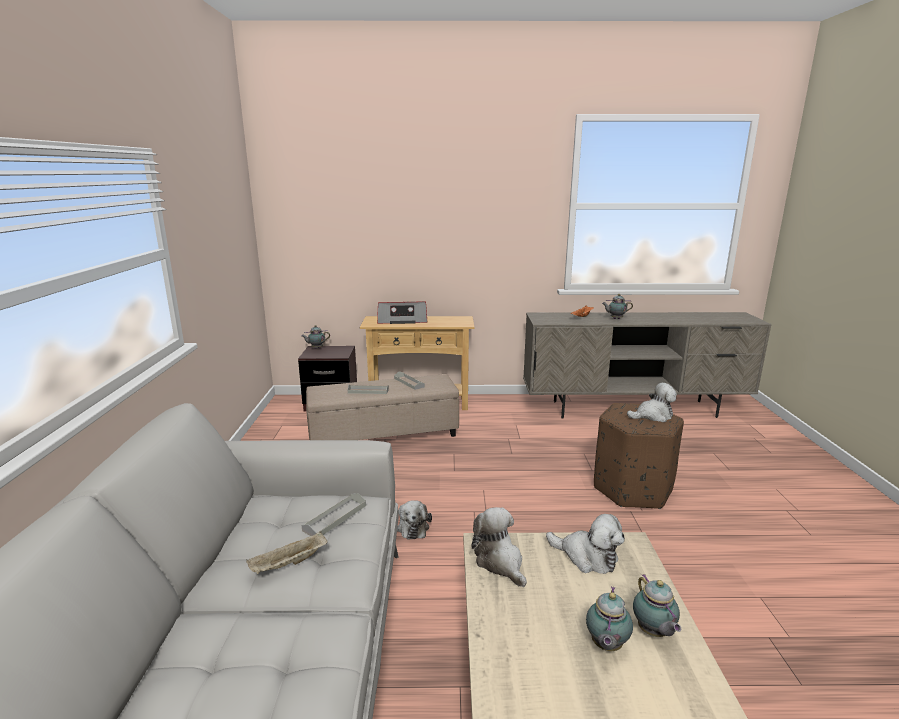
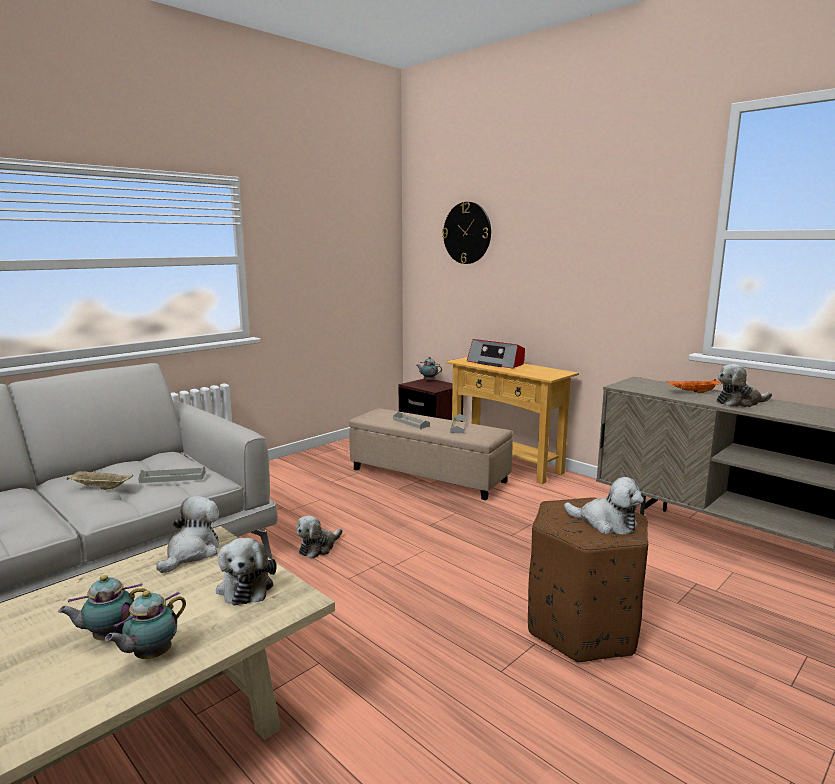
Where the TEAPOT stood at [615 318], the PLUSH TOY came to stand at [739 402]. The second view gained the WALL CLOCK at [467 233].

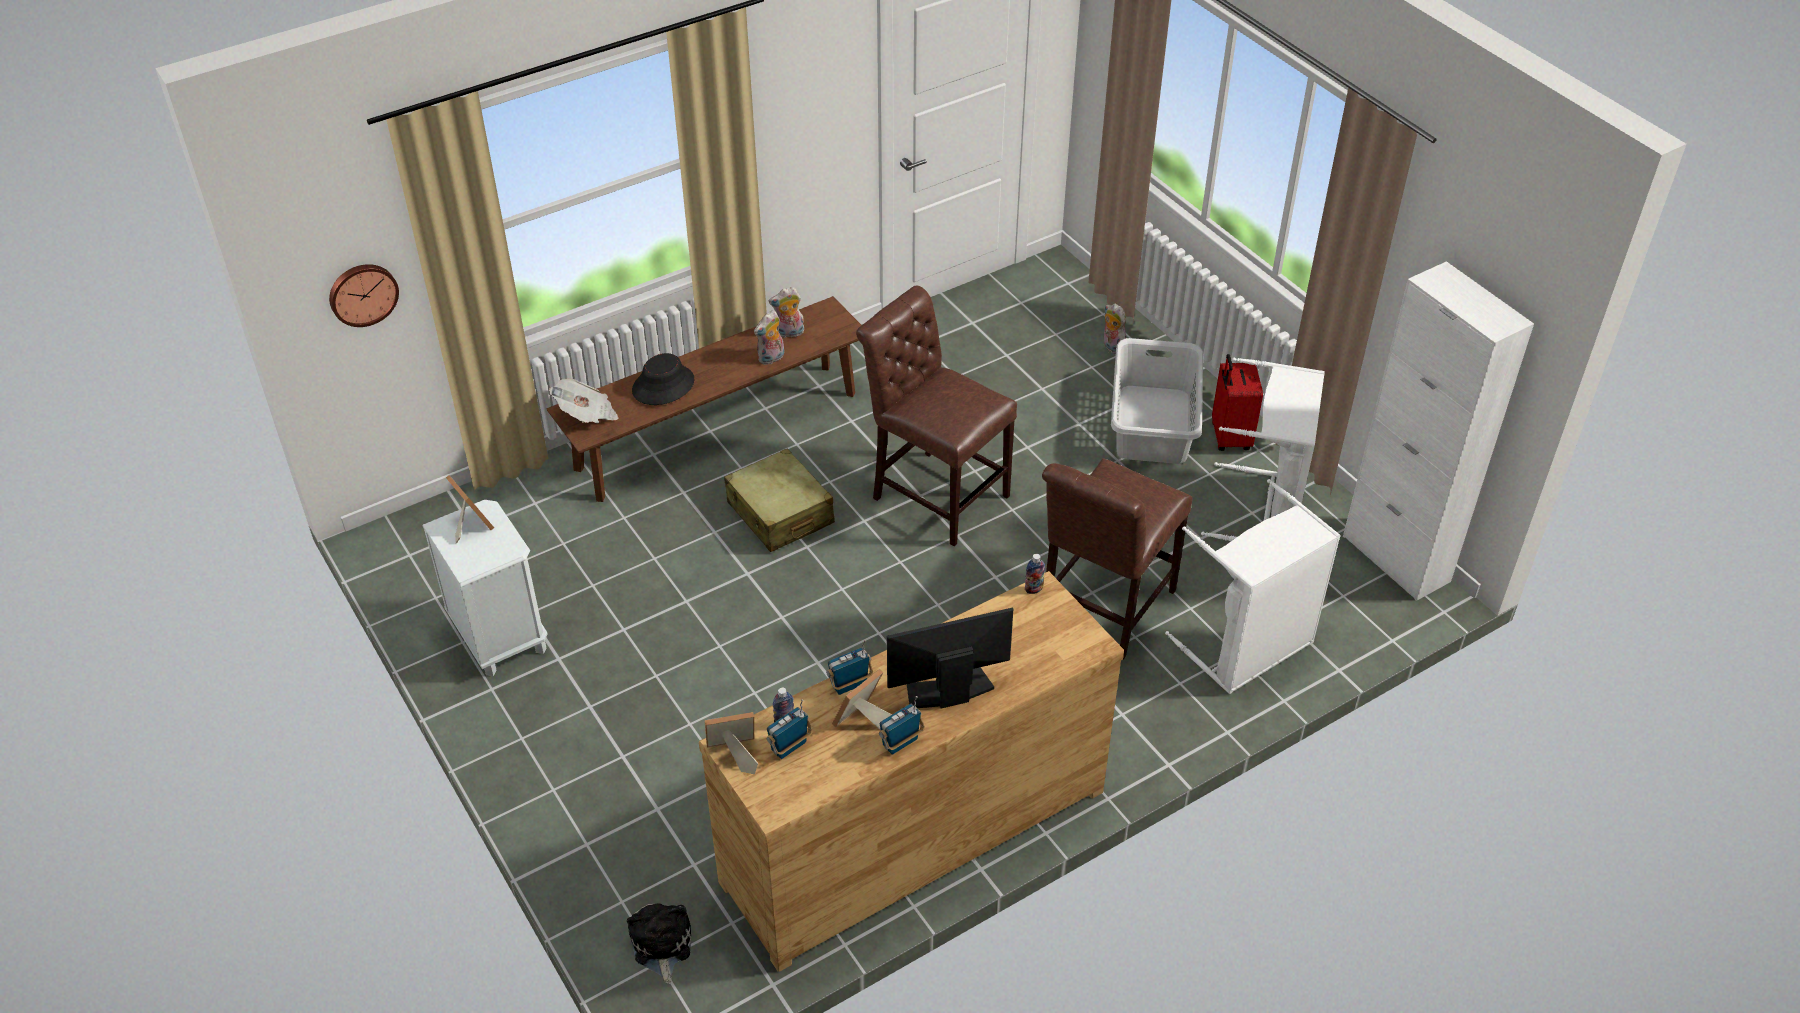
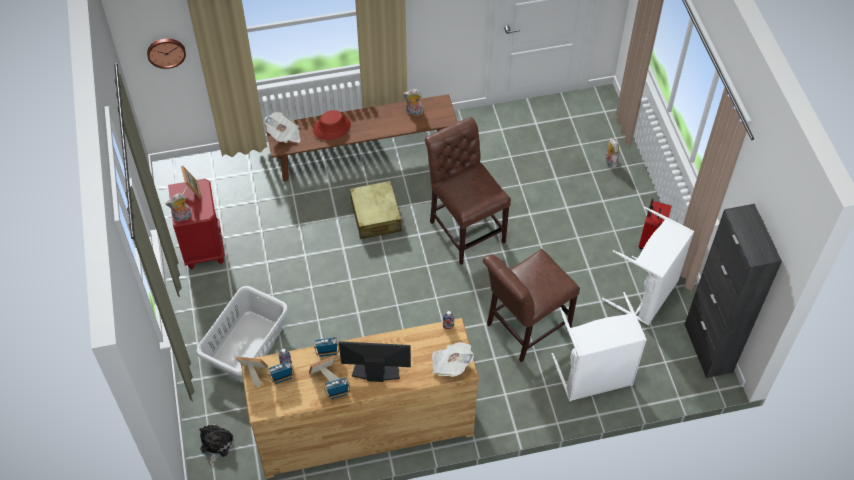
What was the WHITE NIGHTSTAND at [499 636] turned into the RED NIGHTSTAND at [203 247]. What was the BLACK HAT at [663 385] turned into the RED HAT at [331 127]. The PLUSH TOY ended up elsewhere, having gone from [771 358] to [182 217]. The GREY LAUNDRY BASKET ended up elsewhere, having gone from [1152 425] to [245 345]. What was the WHITE CABINET at [1396 559] turned into the BLACK CABINET at [708 348]. The second view gained the NEWSPAPER at [450 364].

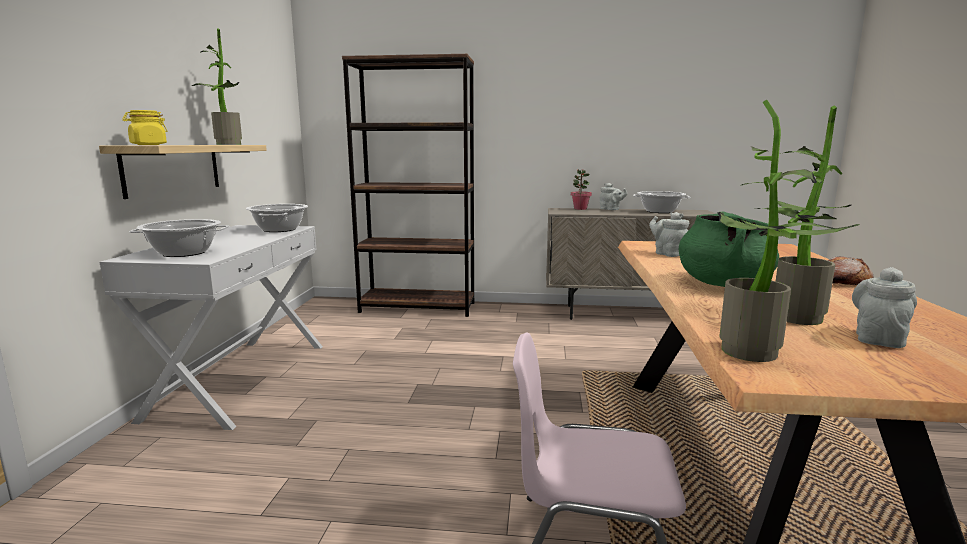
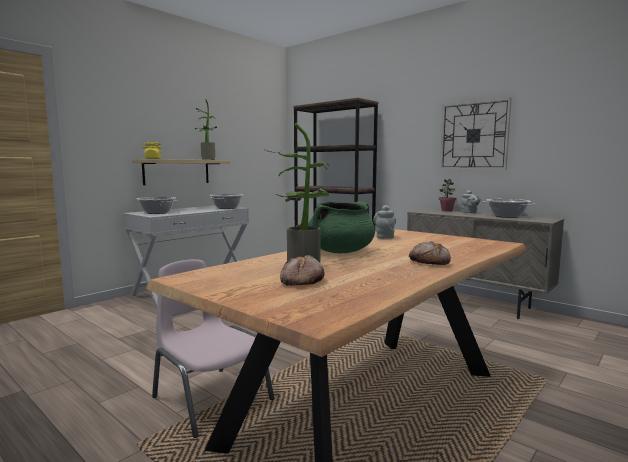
The second view lost the POTTED PLANT at [758 352]. Where the GREY TEAPOT stood at [878 338], the BREAD came to stand at [301 281]. The second view gained the WALL CLOCK at [473 135].

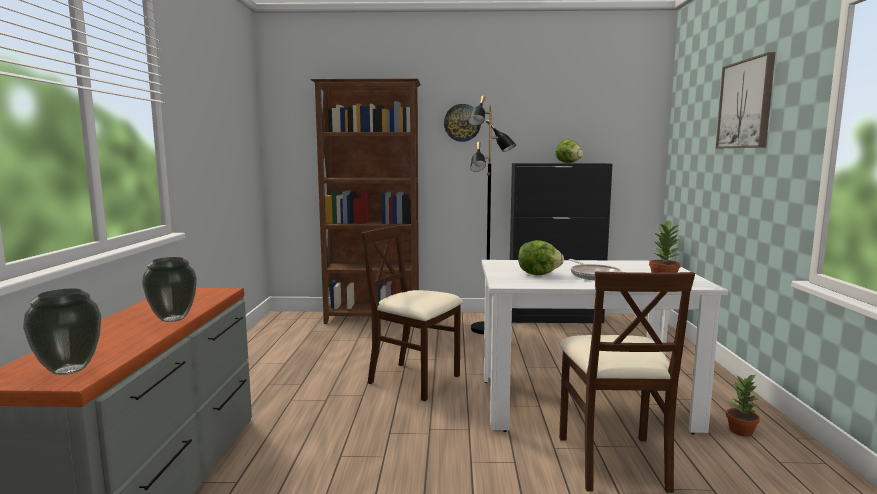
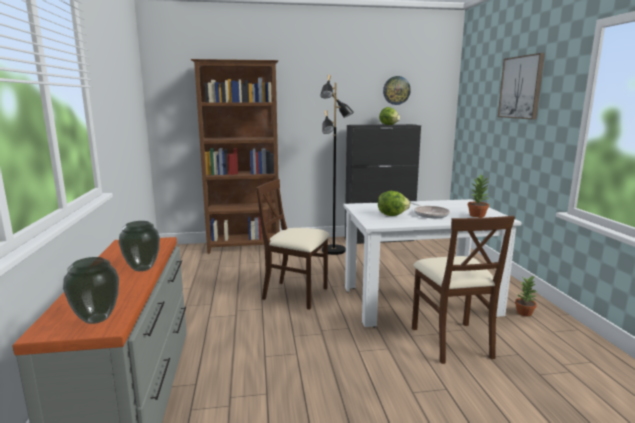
The WALL CLOCK ended up elsewhere, having gone from [462 123] to [396 90].

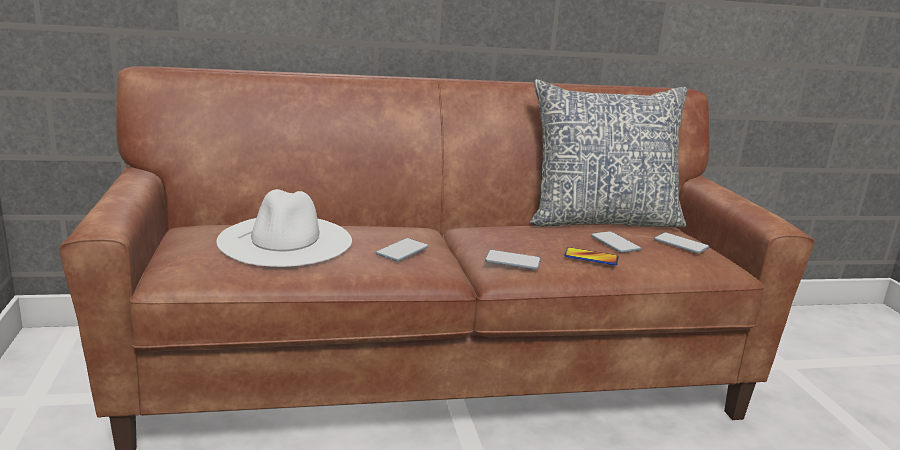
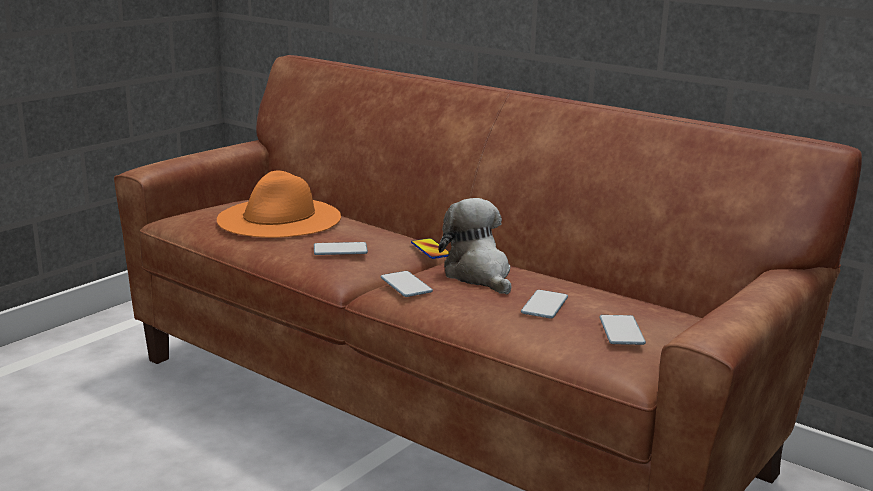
What was the WHITE HAT at [286 240] turned into the ORANGE HAT at [279 218]. The second view lost the PILLOW at [601 220]. The PHONE ended up elsewhere, having gone from [591 257] to [431 249]. The second view gained the PLUSH TOY at [479 275].

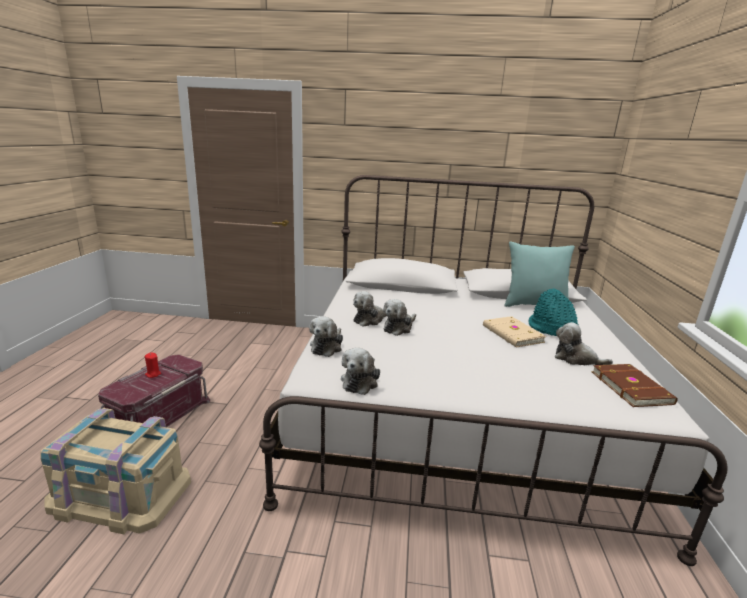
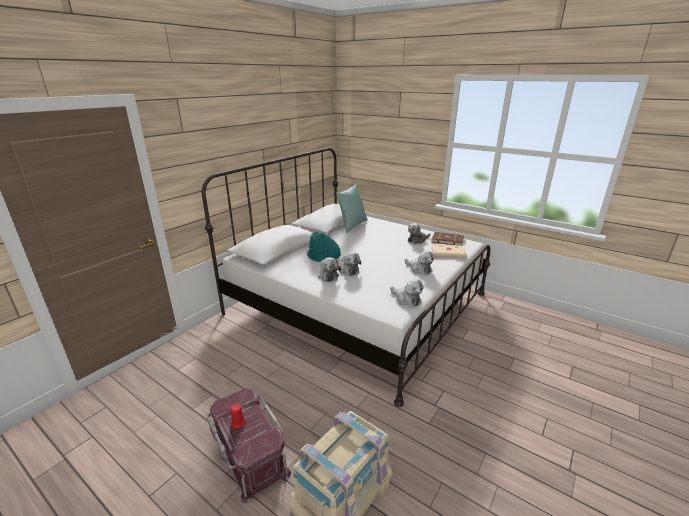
The PLUSH TOY ended up elsewhere, having gone from [327 347] to [419 269]. The BEIGE BOOK ended up elsewhere, having gone from [512 334] to [448 253]. The TURQUOISE HAT ended up elsewhere, having gone from [550 328] to [323 257].

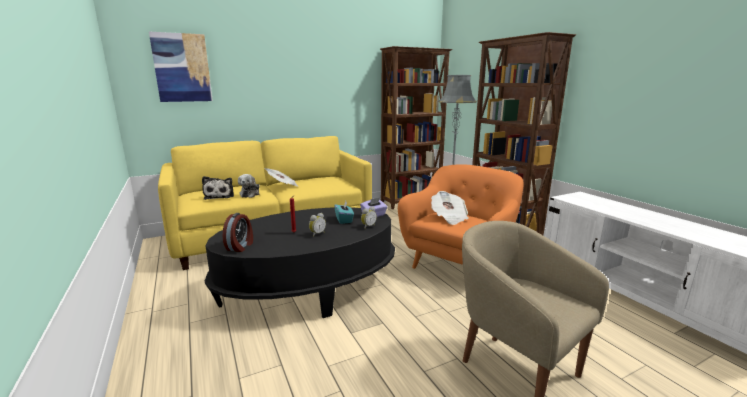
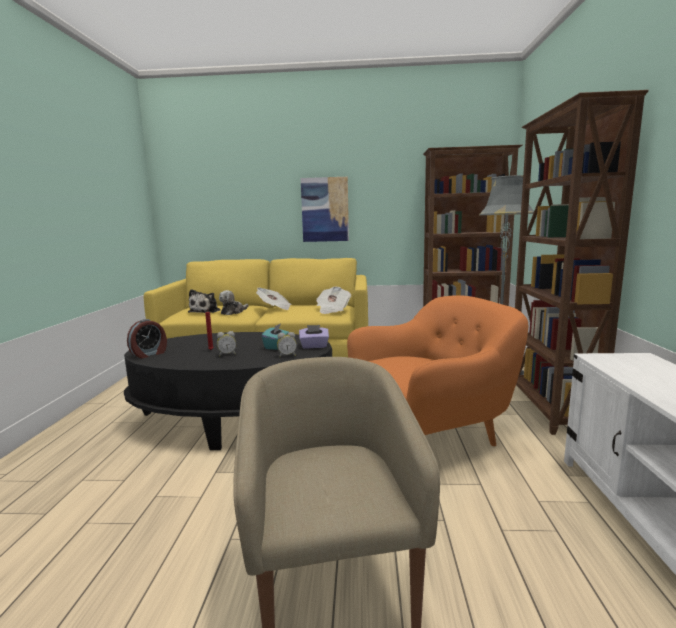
The PICTURE ended up elsewhere, having gone from [182 68] to [325 209]. The NEWSPAPER ended up elsewhere, having gone from [449 217] to [332 310].

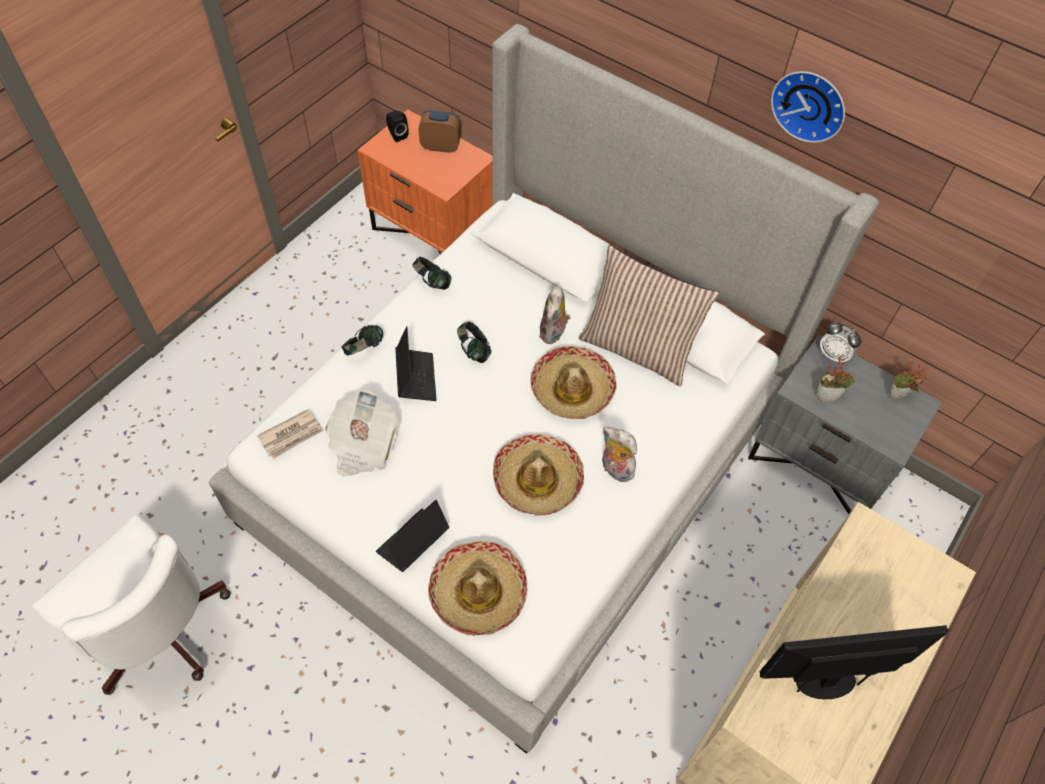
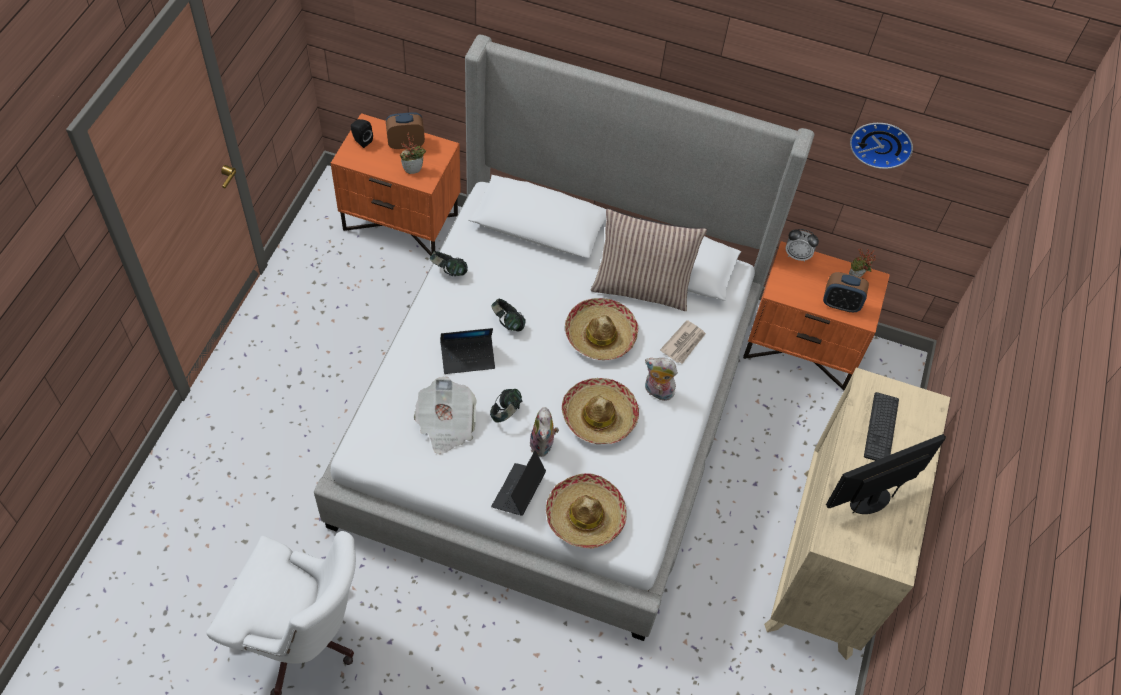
The NEWSPAPER ended up elsewhere, having gone from [291 435] to [684 343]. The HEADPHONES ended up elsewhere, having gone from [364 349] to [506 412]. The LAPTOP at [416 378] ended up facing another way, 105 degrees clockwise from before. The PLUSH TOY ended up elsewhere, having gone from [553 333] to [543 445]. What was the GREY NIGHTSTAND at [819 463] turned into the ORANGE NIGHTSTAND at [801 348]. The WALL CLOCK ended up elsewhere, having gone from [810 104] to [882 142]. The POTTED PLANT ended up elsewhere, having gone from [827 396] to [413 169]. The second view gained the ALARM CLOCK at [840 304]. The second view gained the KEYBOARD at [881 428].

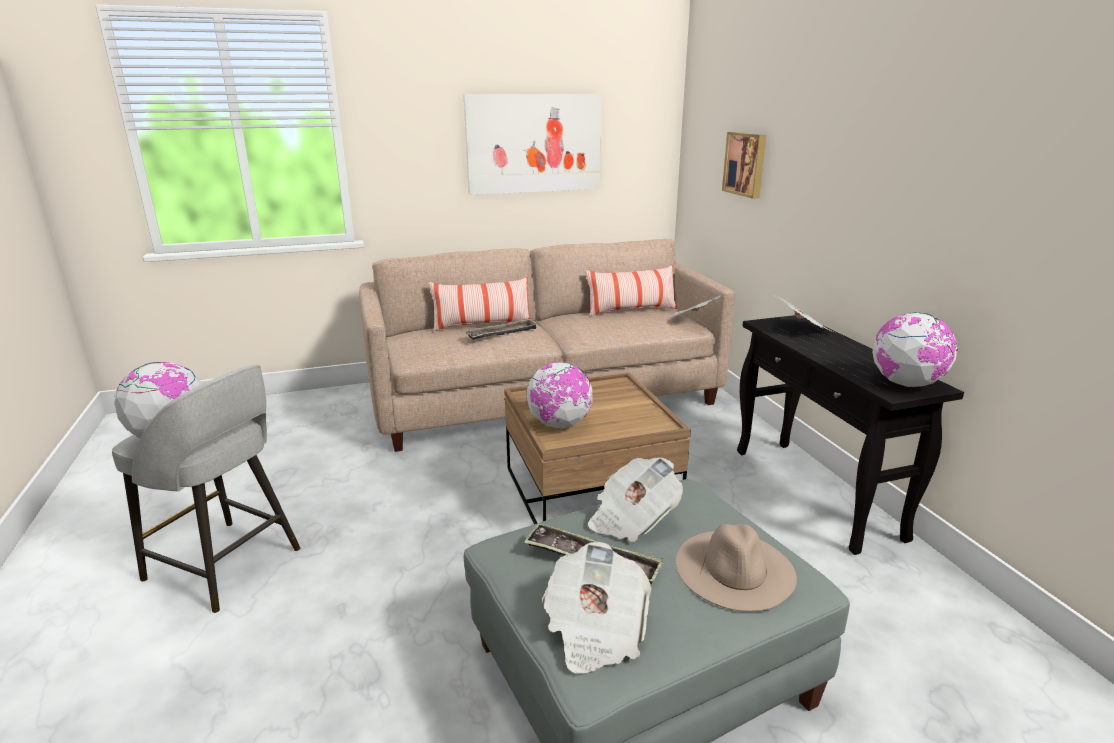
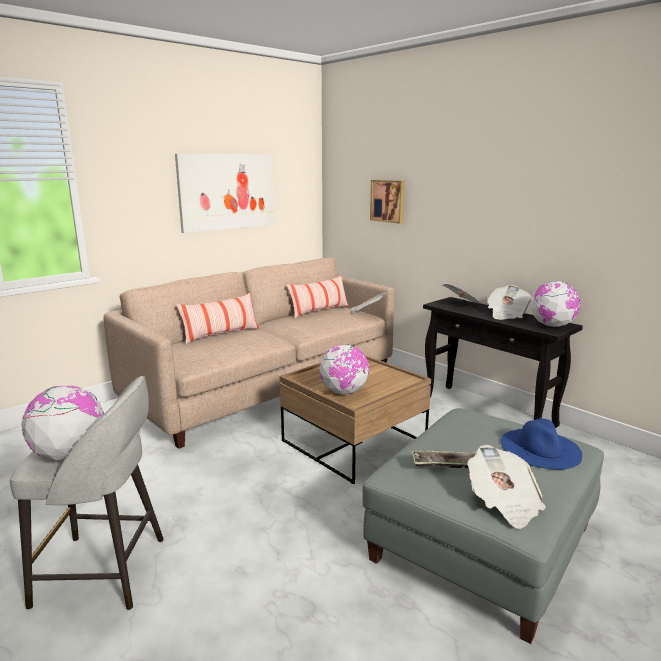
The second view lost the TRAY at [502 333]. The NEWSPAPER ended up elsewhere, having gone from [632 519] to [506 314]. What was the BEIGE HAT at [735 568] turned into the BLUE HAT at [540 448].

